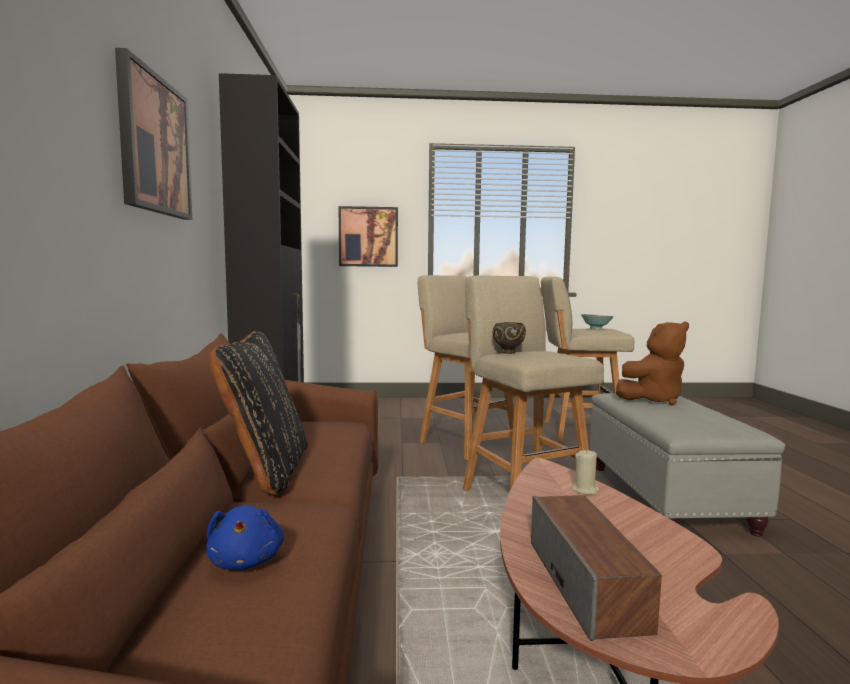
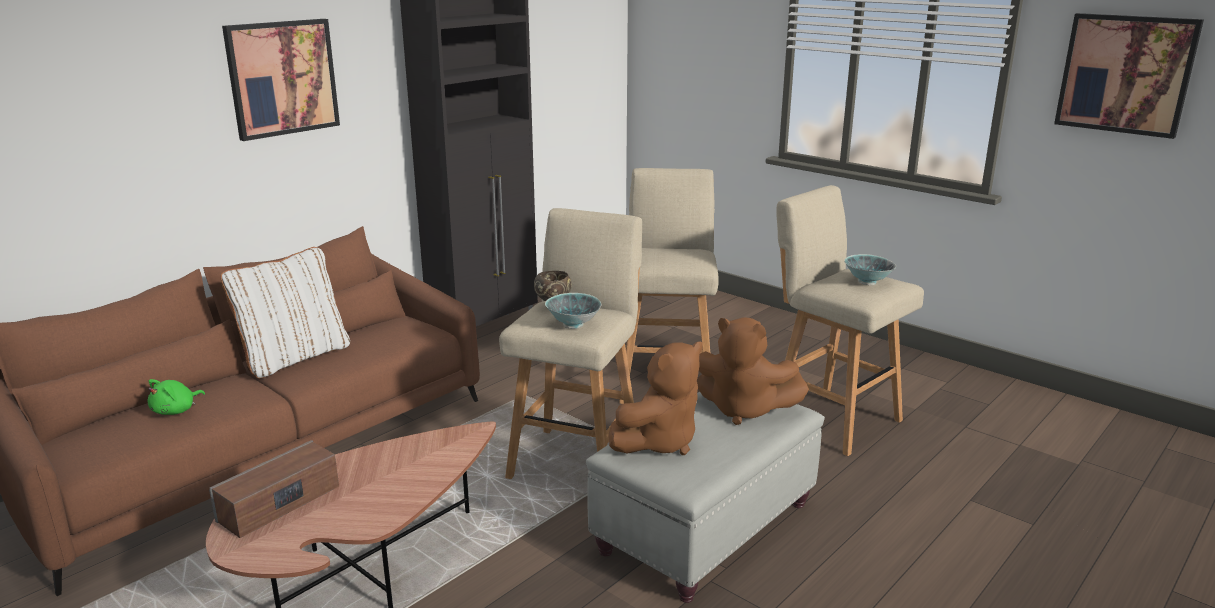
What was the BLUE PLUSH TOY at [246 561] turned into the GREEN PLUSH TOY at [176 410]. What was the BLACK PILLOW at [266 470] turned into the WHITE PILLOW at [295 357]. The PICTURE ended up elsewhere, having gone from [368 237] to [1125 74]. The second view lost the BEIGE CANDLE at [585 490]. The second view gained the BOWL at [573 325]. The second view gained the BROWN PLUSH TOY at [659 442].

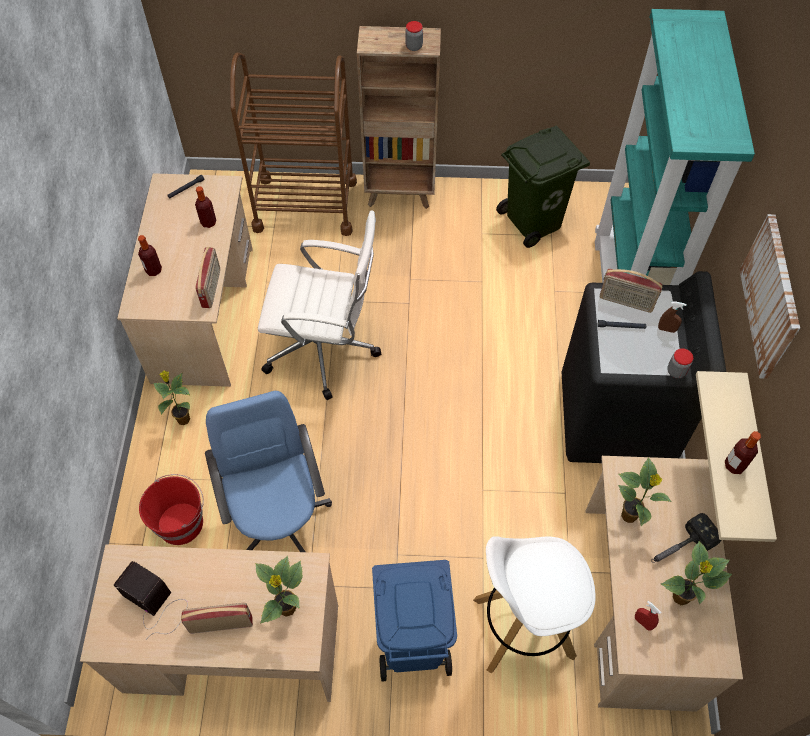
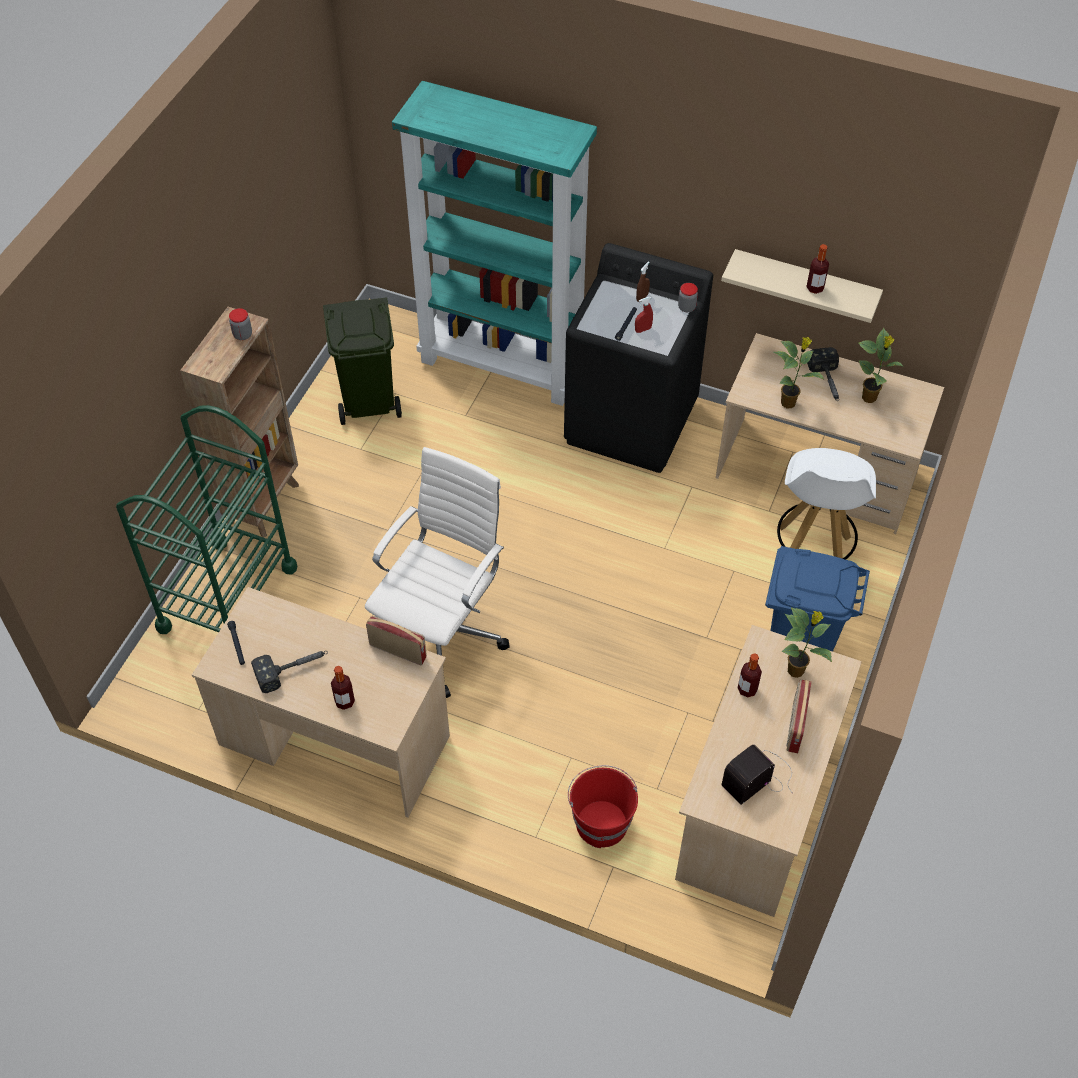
The second view lost the POTTED PLANT at [183 418]. The BOTTLE ended up elsewhere, having gone from [208 222] to [747 689]. The second view lost the BLUE OFFICE CHAIR at [279 518]. What was the BROWN CART at [305 205] turned into the GREEN CART at [227 598]. The second view lost the RADIO at [626 302]. The RED SPRAY BOTTLE ended up elsewhere, having gone from [643 622] to [643 329]. The second view lost the PICTURE at [771 296]. The second view gained the HAMMER at [293 669].

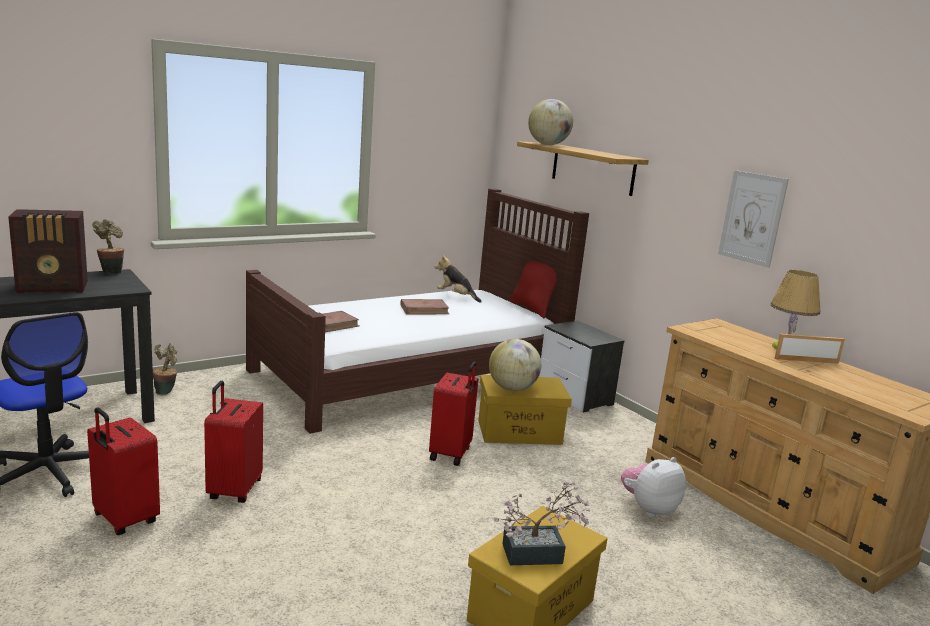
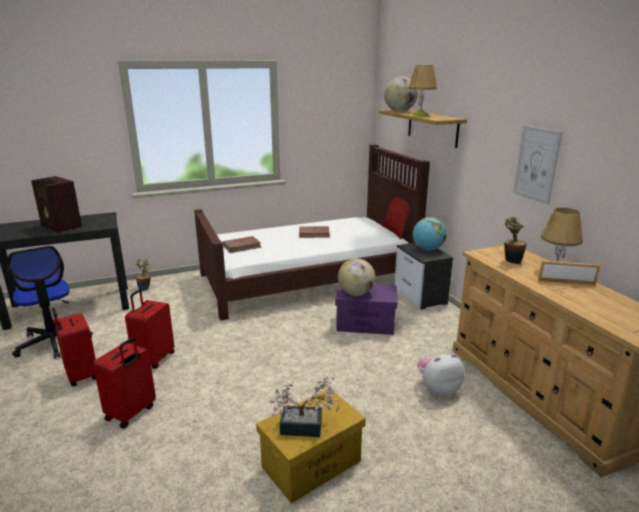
The RADIO at [54 288] ended up facing another way, 45 degrees clockwise from before. The POTTED PLANT ended up elsewhere, having gone from [111 272] to [511 261]. The RED SUITCASE ended up elsewhere, having gone from [451 454] to [131 413]. The second view lost the PLUSH TOY at [456 296]. What was the YELLOW STORAGE BOX at [518 432] turned into the PURPLE STORAGE BOX at [364 324]. The second view gained the TABLE LAMP at [420 115]. The second view gained the GLOBE at [428 249].

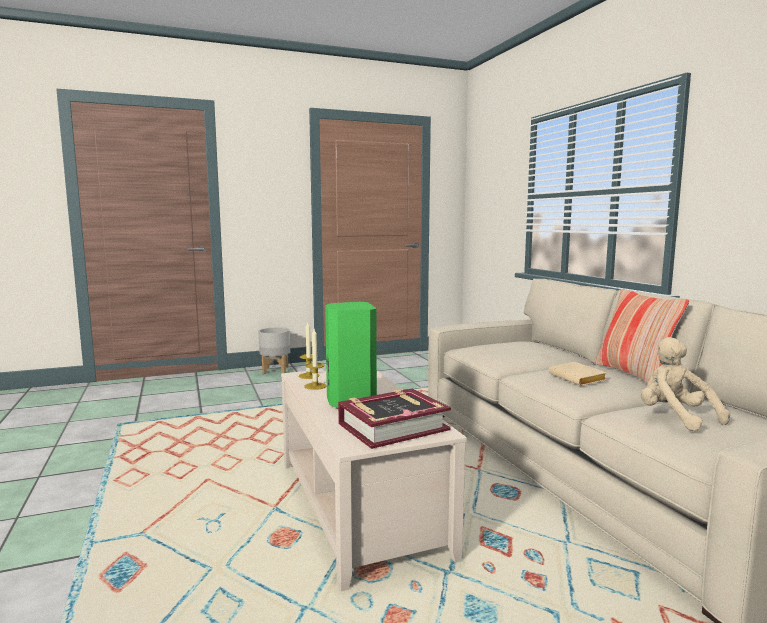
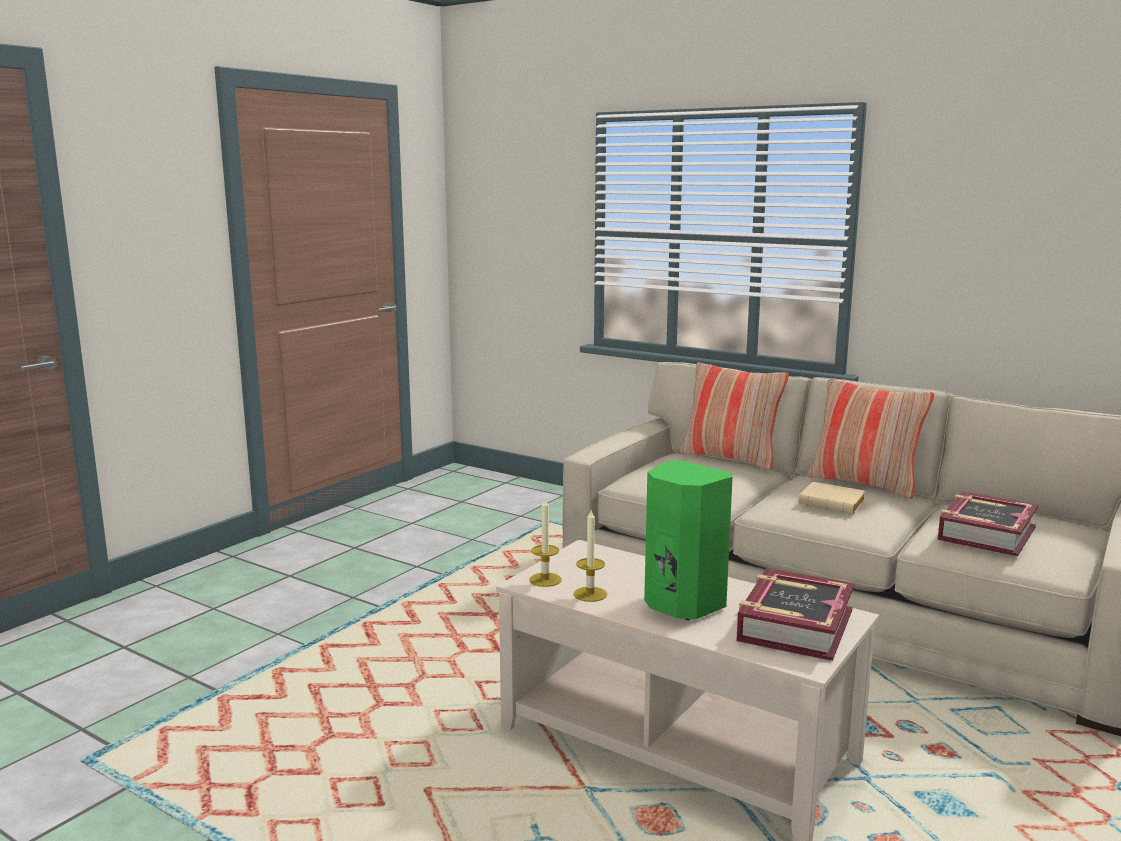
The second view lost the GREY PLANTER at [275 370]. Where the BEIGE PLUSH TOY stood at [675 417], the BOOK came to stand at [985 533]. The second view gained the PILLOW at [730 458].

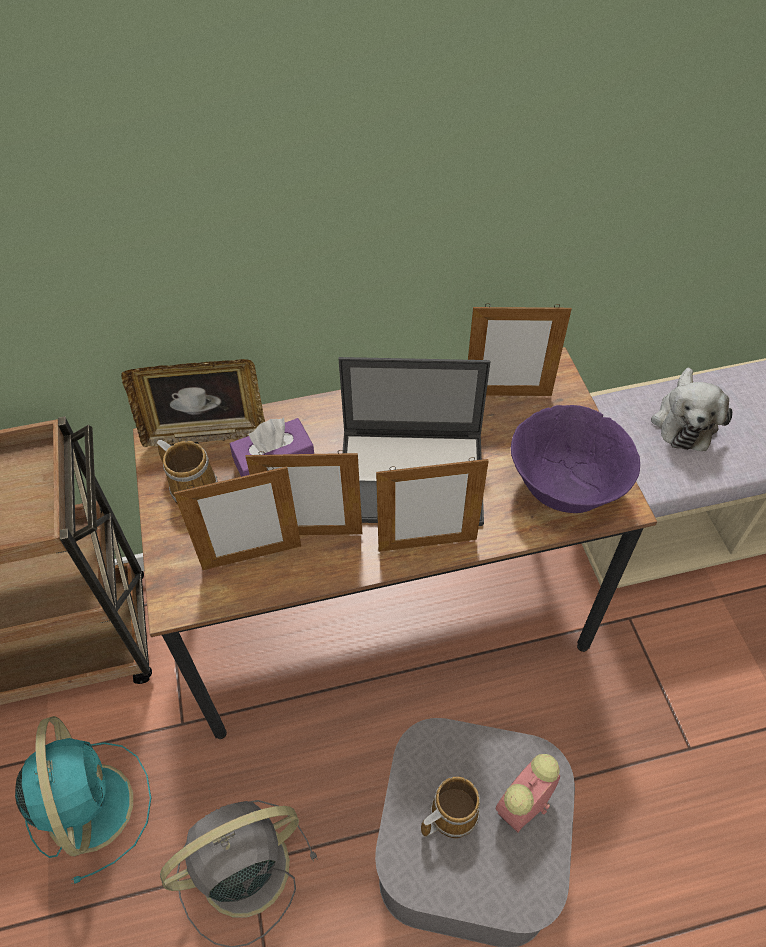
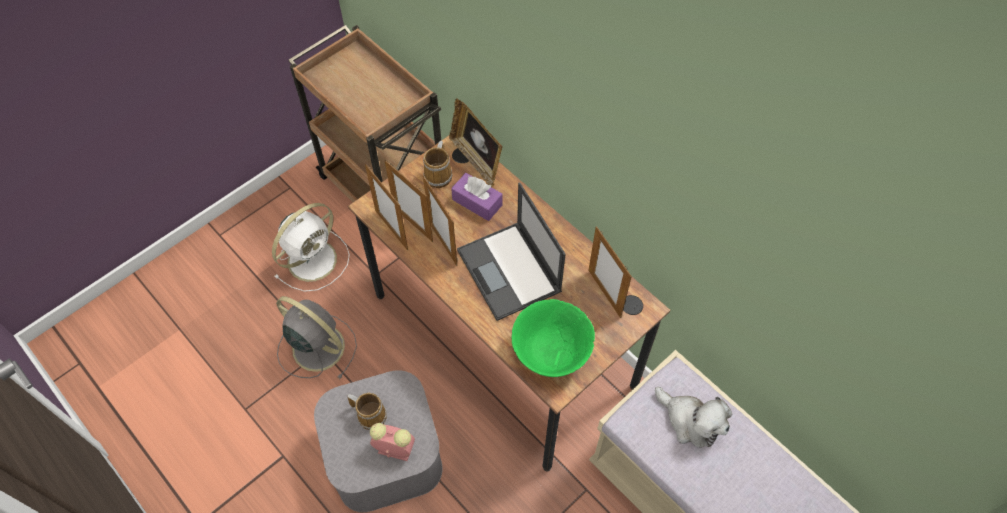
What was the TURQUOISE FAN at [89 803] turned into the WHITE FAN at [314 259]. The PICTURE FRAME ended up elsewhere, having gone from [427 544] to [391 230]. What was the PURPLE BOWL at [564 488] turned into the GREEN BOWL at [550 353]. The PLUSH TOY at [684 420] ended up facing another way, 120 degrees counterclockwise from before.

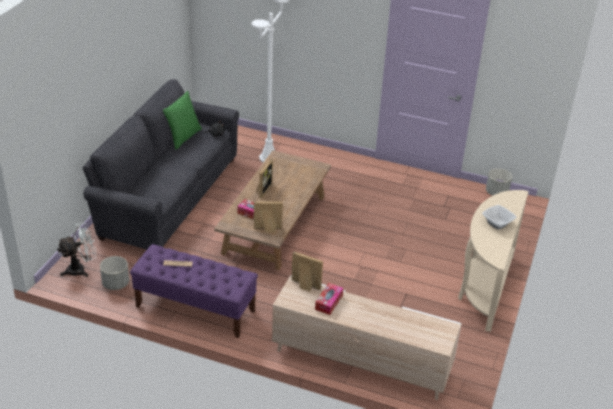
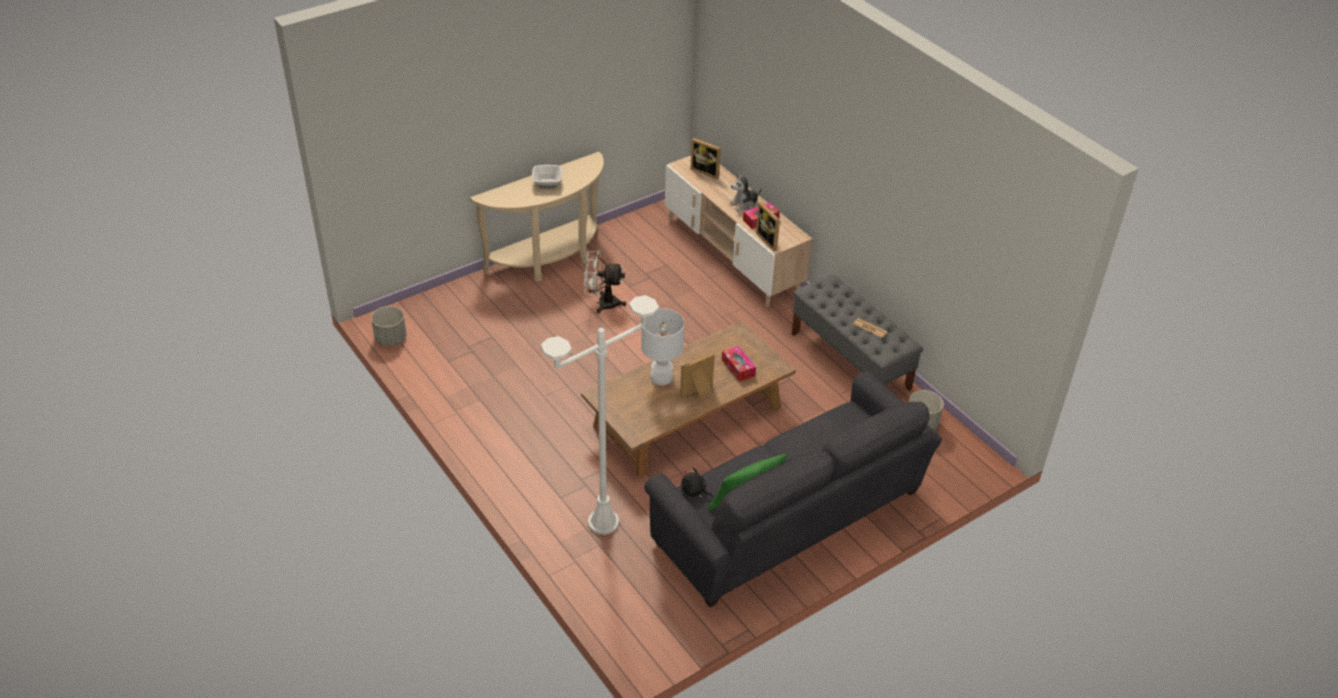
The WHITE FAN ended up elsewhere, having gone from [80 269] to [602 303]. What was the PURPLE BENCH at [195 308] turned into the GREY BENCH at [850 361]. The PICTURE FRAME ended up elsewhere, having gone from [267 229] to [706 171]. The second view gained the WHITE TABLE LAMP at [661 377]. The second view gained the PLUSH TOY at [744 204].

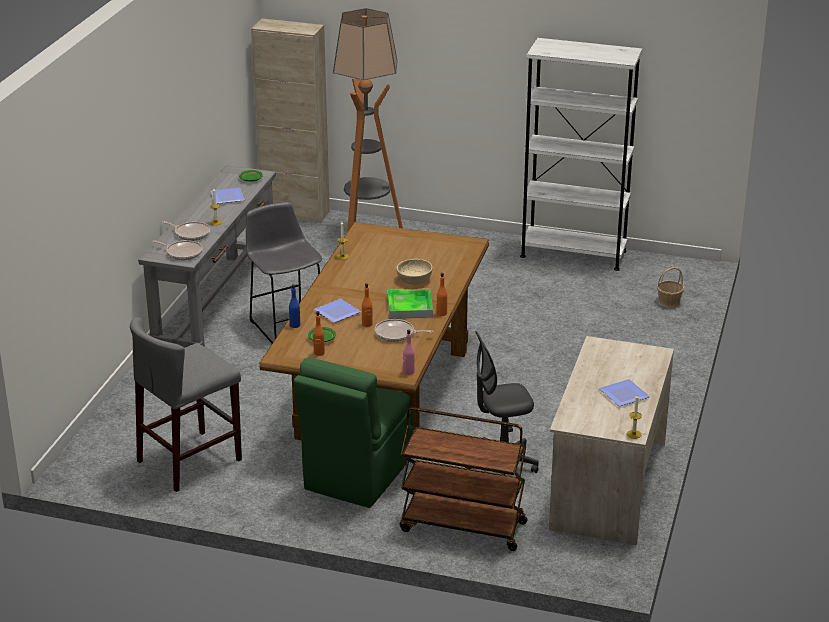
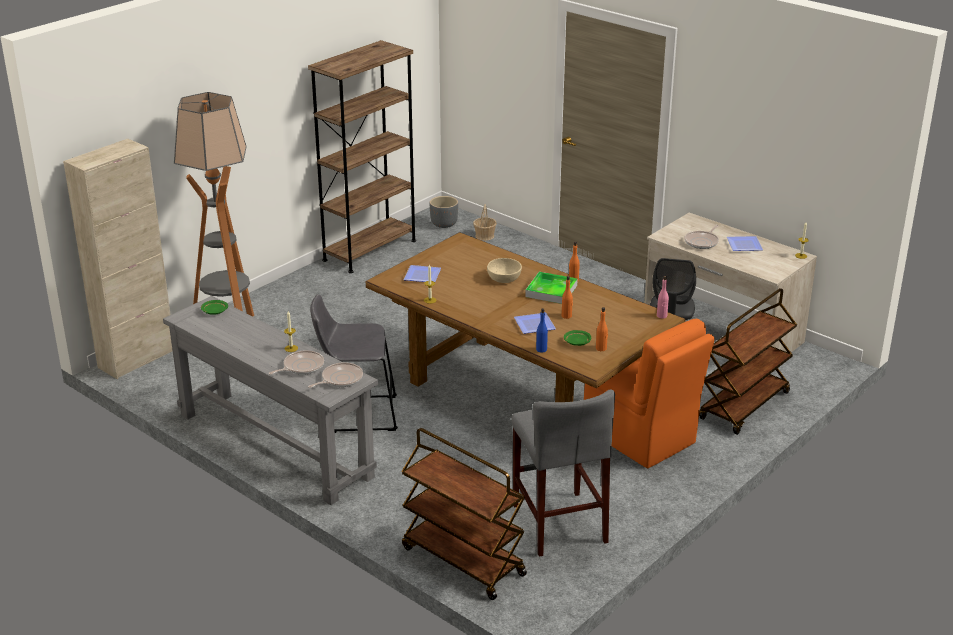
The PLATE ended up elsewhere, having gone from [228 197] to [421 275]. What was the GREEN CHAIR at [356 475] turned into the ORANGE CHAIR at [641 437]. The FRYING PAN ended up elsewhere, having gone from [396 334] to [702 242]. What was the WHITE BOOKCASE at [573 254] turned into the BROWN BOOKCASE at [369 250]. The second view gained the BROWN CART at [462 561]. The second view gained the GREY PLANTER at [444 224].

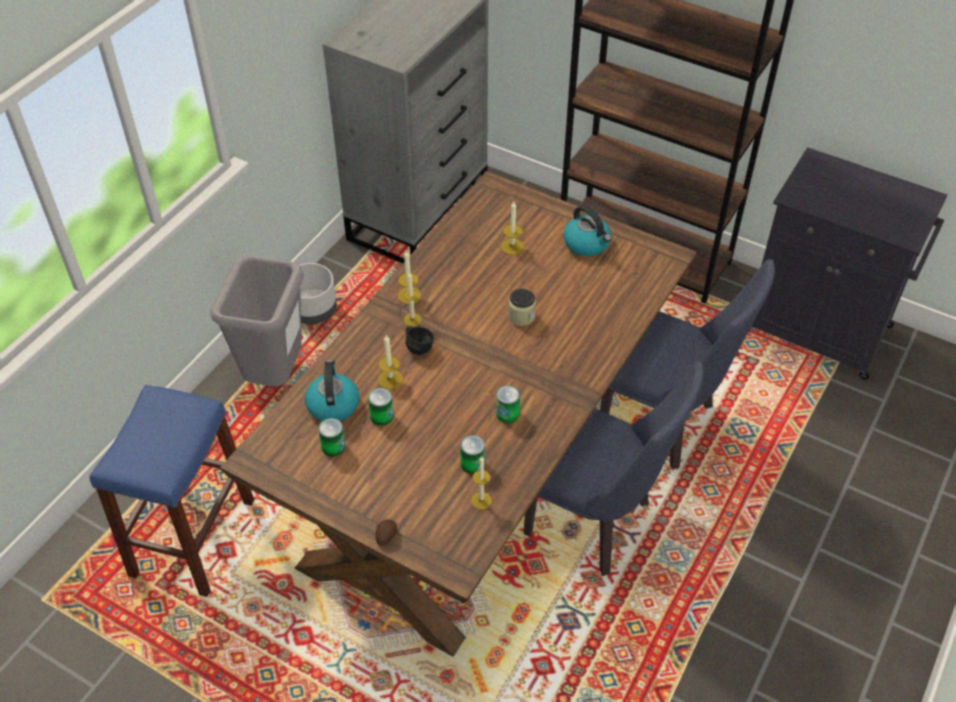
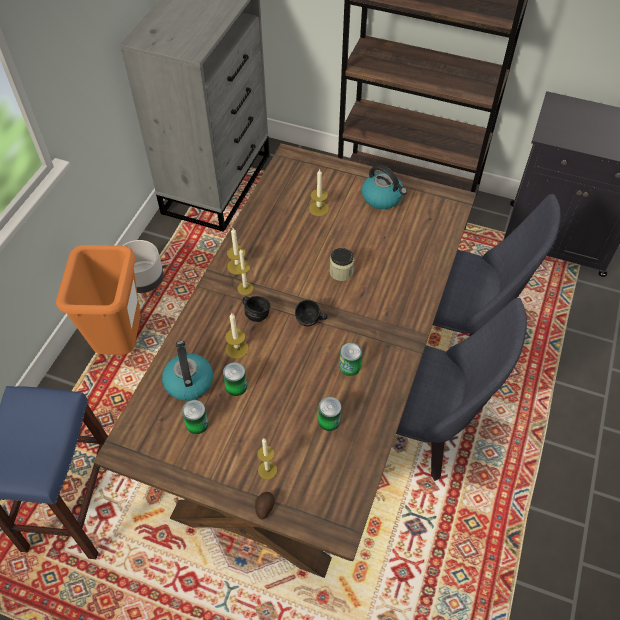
What was the GREY TRASH CAN at [275 377] turned into the ORANGE TRASH CAN at [121 344]. The CANDLE ended up elsewhere, having gone from [481 500] to [267 470]. The second view gained the BLACK MUG at [311 322].

